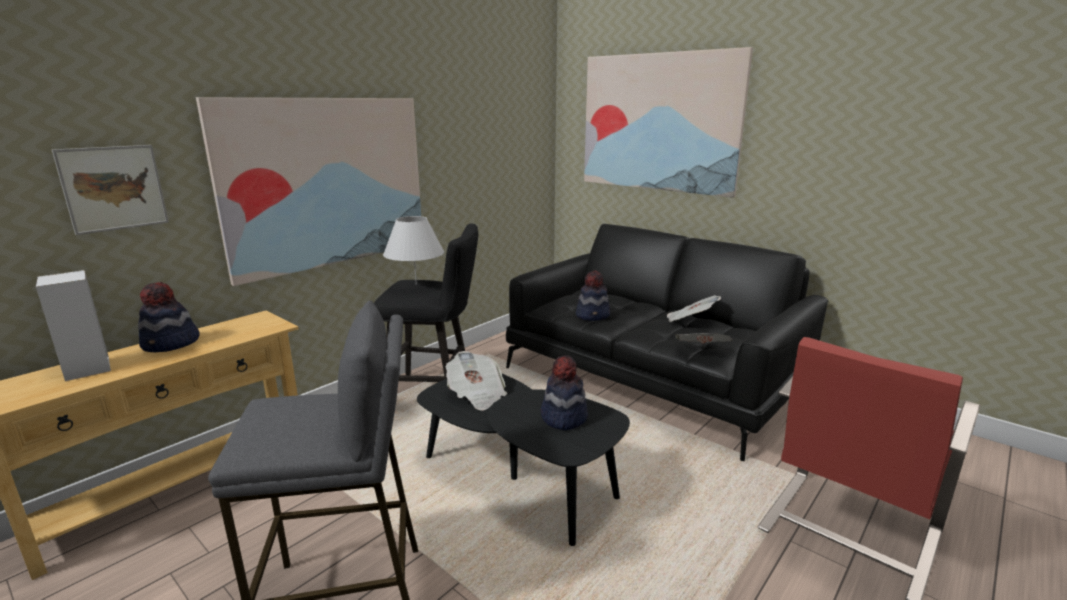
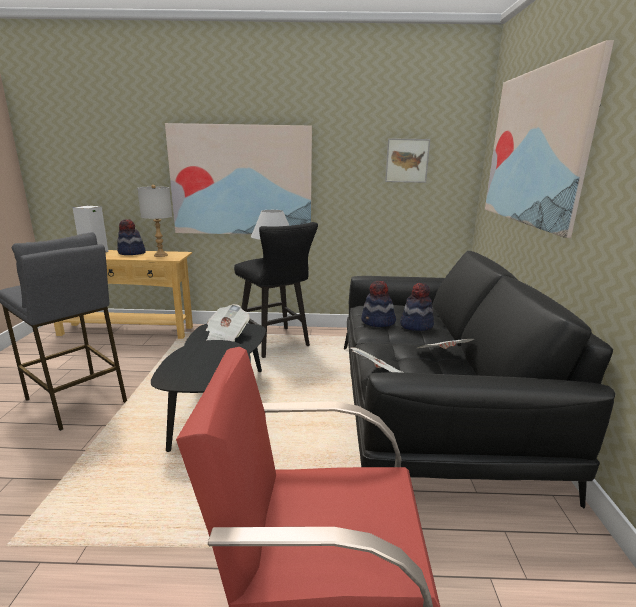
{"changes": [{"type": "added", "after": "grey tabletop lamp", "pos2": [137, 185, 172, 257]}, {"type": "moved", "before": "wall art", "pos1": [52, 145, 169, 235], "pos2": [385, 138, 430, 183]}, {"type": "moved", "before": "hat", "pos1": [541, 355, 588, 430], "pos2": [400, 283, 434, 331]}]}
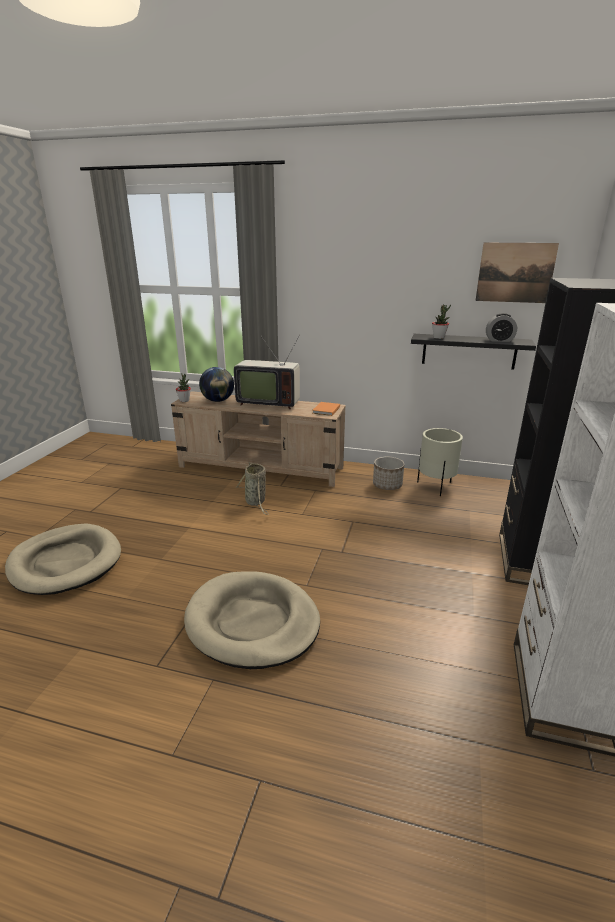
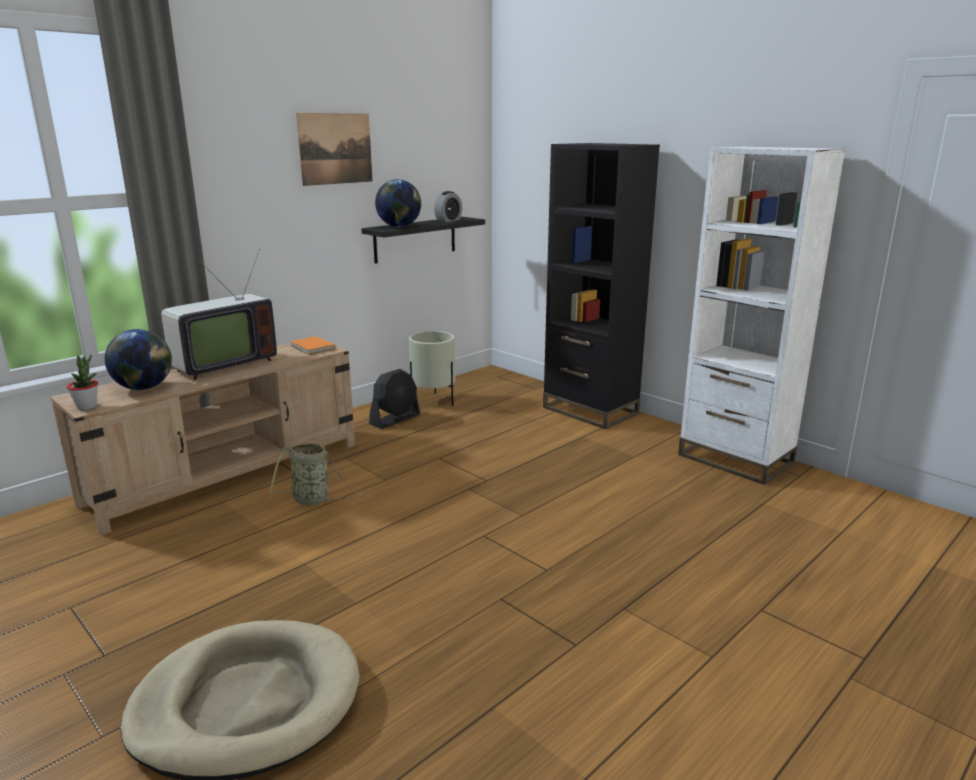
{"changes": [{"type": "removed", "before": "beige-coloured pet bed", "pos1": [184, 571, 320, 669]}, {"type": "moved", "before": "wall art", "pos1": [475, 243, 559, 303], "pos2": [296, 113, 372, 186]}, {"type": "replaced", "before": "plant pot", "after": "black-coloured cooling fan", "pos1": [373, 457, 404, 490], "pos2": [369, 369, 420, 429]}, {"type": "replaced", "before": "potted plant", "after": "world globe", "pos1": [432, 305, 451, 339], "pos2": [375, 179, 421, 227]}]}
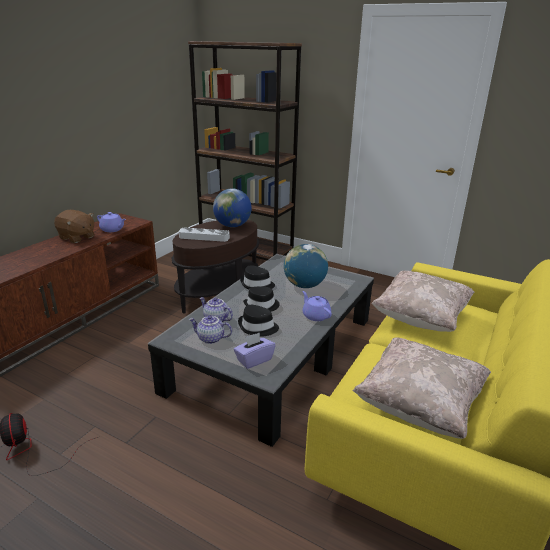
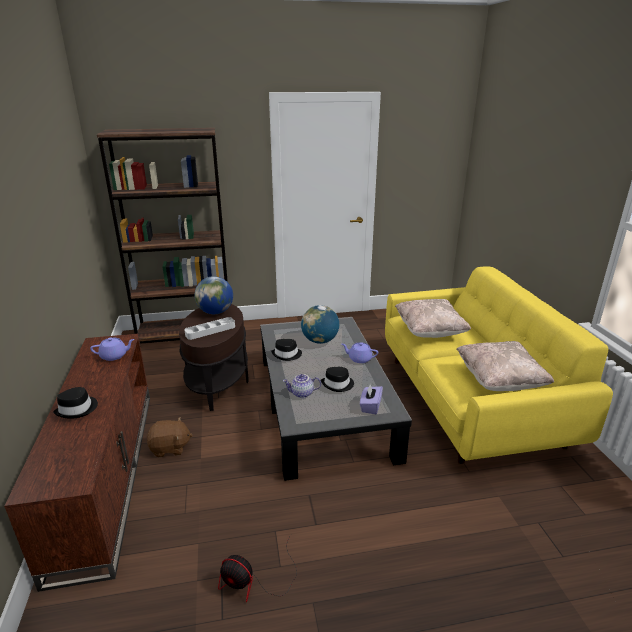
{"changes": [{"type": "removed", "before": "tea pot", "pos1": [189, 315, 232, 344]}, {"type": "moved", "before": "brown-coloured cuddly toy", "pos1": [54, 210, 95, 243], "pos2": [147, 417, 193, 457]}, {"type": "moved", "before": "black-coloured hat", "pos1": [243, 286, 280, 312], "pos2": [53, 387, 98, 419]}]}
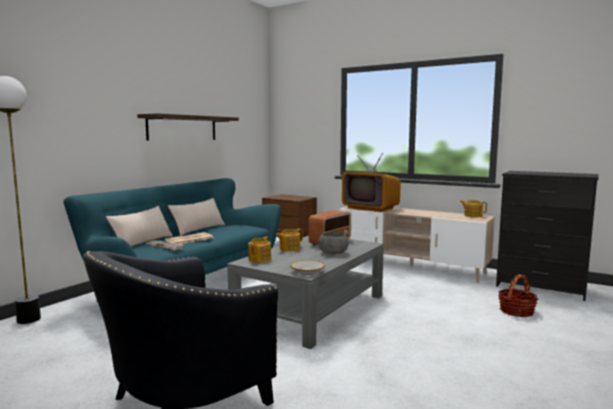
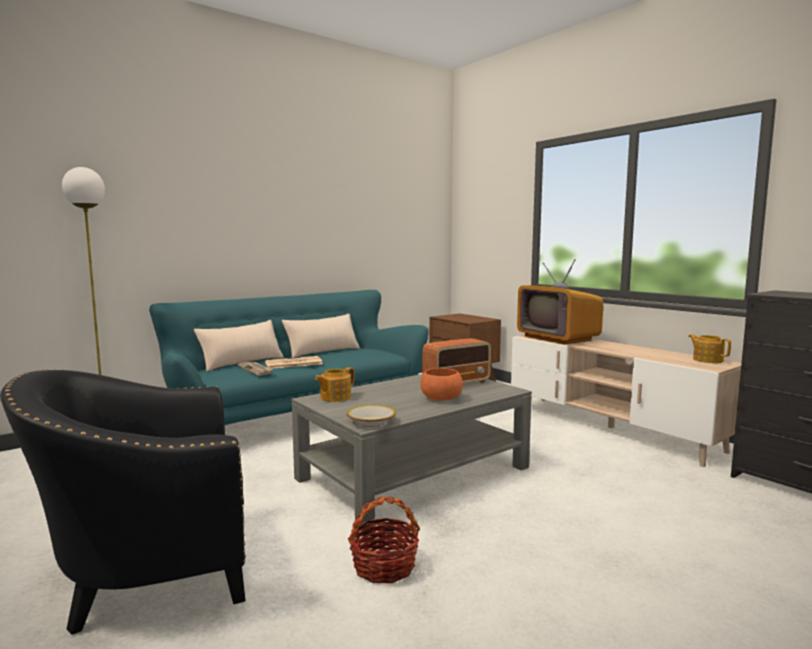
{"changes": [{"type": "removed", "before": "shelf", "pos1": [137, 113, 239, 140]}, {"type": "removed", "before": "tea pot", "pos1": [276, 229, 303, 251]}, {"type": "moved", "before": "storage basket", "pos1": [498, 274, 538, 317], "pos2": [348, 496, 420, 584]}, {"type": "recoloured", "before": "grey bowl", "after": "orange-coloured bowl", "pos1": [319, 232, 349, 255], "pos2": [421, 368, 463, 401]}]}
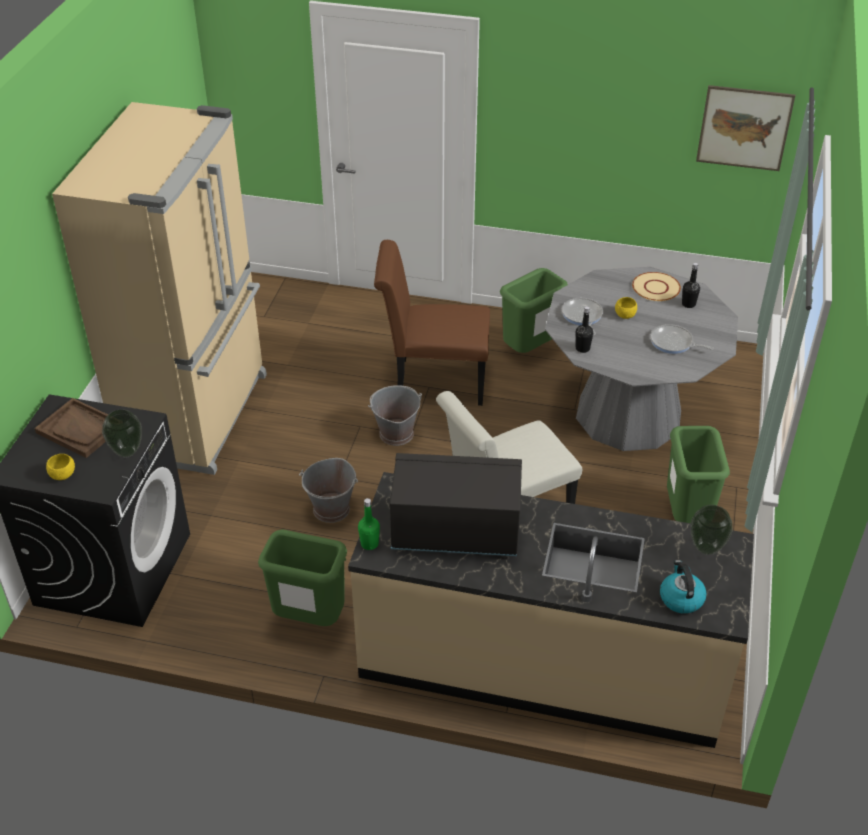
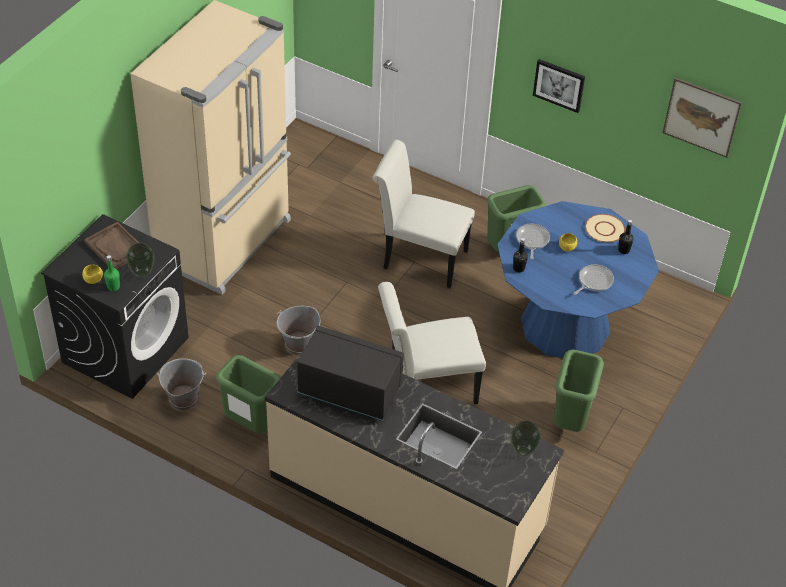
{"changes": [{"type": "removed", "before": "water kettle", "pos1": [660, 560, 707, 614]}, {"type": "added", "after": "wall art", "pos2": [533, 59, 585, 113]}, {"type": "moved", "before": "green-coloured bottle", "pos1": [358, 498, 380, 550], "pos2": [104, 255, 120, 291]}, {"type": "moved", "before": "grey water bucket", "pos1": [368, 385, 422, 446], "pos2": [157, 358, 206, 411]}, {"type": "recoloured", "before": "brown-coloured chair", "after": "white chair", "pos1": [374, 240, 490, 406], "pos2": [372, 140, 475, 288]}, {"type": "recoloured", "before": "grey kitchen table", "after": "blue-coloured kitchen table", "pos1": [545, 267, 738, 451], "pos2": [497, 201, 659, 358]}, {"type": "turned", "before": "skillet", "pos1": [650, 324, 714, 354], "pos2": [574, 264, 614, 295], "turn": 90}]}
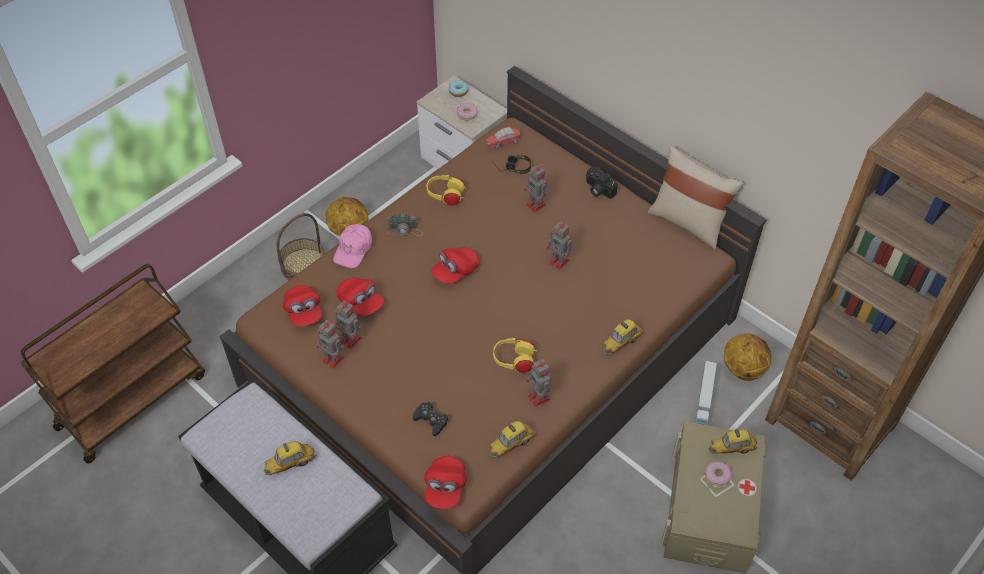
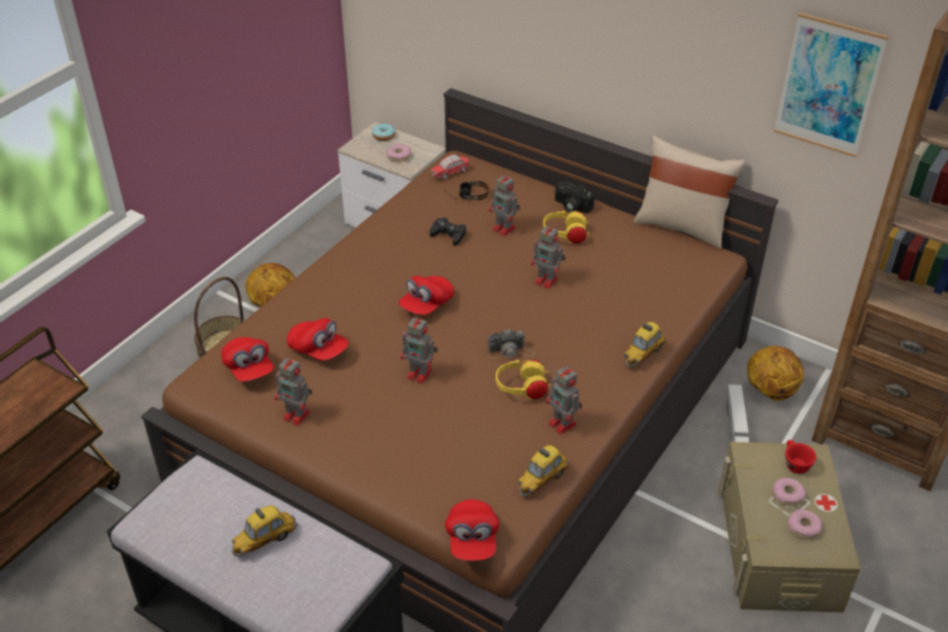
{"changes": [{"type": "removed", "before": "pinkish baseball cap", "pos1": [333, 224, 372, 268]}, {"type": "added", "after": "wall art", "pos2": [774, 12, 889, 157]}, {"type": "added", "after": "ring doughnut", "pos2": [788, 509, 822, 539]}, {"type": "moved", "before": "toy robot", "pos1": [335, 301, 363, 349], "pos2": [400, 315, 438, 384]}, {"type": "moved", "before": "still camera", "pos1": [388, 214, 423, 236], "pos2": [488, 330, 535, 359]}, {"type": "moved", "before": "black-coloured game controller", "pos1": [413, 402, 449, 436], "pos2": [430, 217, 466, 246]}, {"type": "moved", "before": "yellowish headset", "pos1": [427, 175, 466, 206], "pos2": [543, 211, 590, 244]}, {"type": "replaced", "before": "model car", "after": "red small cup", "pos1": [708, 429, 758, 454], "pos2": [785, 440, 816, 474]}]}
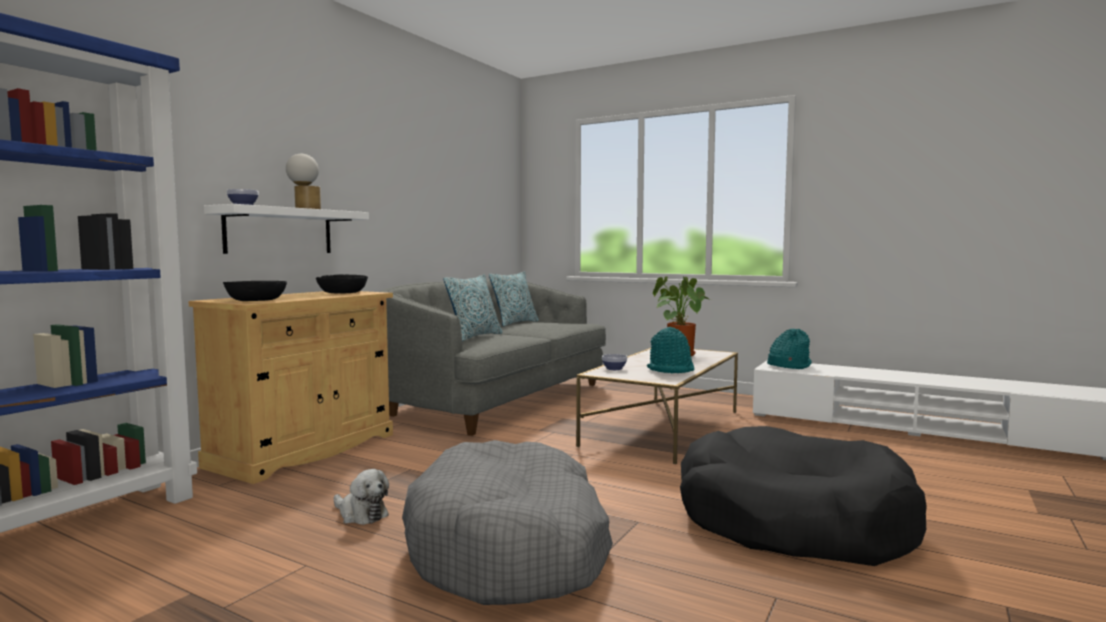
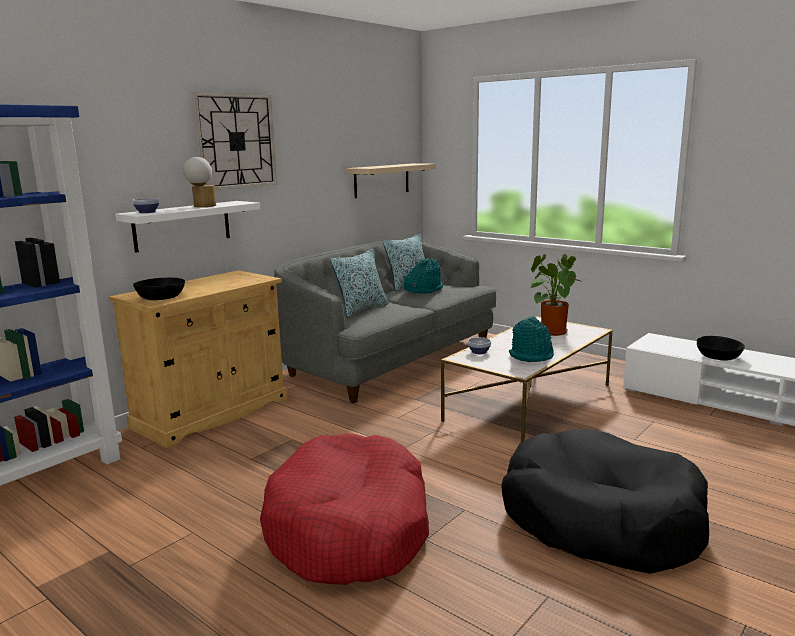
{"changes": [{"type": "removed", "before": "cuddly toy", "pos1": [334, 469, 389, 525]}, {"type": "added", "after": "clock on the wall", "pos2": [192, 92, 277, 190]}, {"type": "added", "after": "beige-coloured shelf", "pos2": [346, 163, 436, 198]}, {"type": "moved", "before": "black-coloured bowl", "pos1": [316, 275, 368, 294], "pos2": [697, 336, 745, 360]}, {"type": "moved", "before": "turquoise-coloured hat", "pos1": [767, 329, 811, 369], "pos2": [404, 259, 443, 294]}, {"type": "recoloured", "before": "grey pet bed", "after": "red pet bed", "pos1": [402, 440, 613, 605], "pos2": [260, 433, 429, 585]}]}
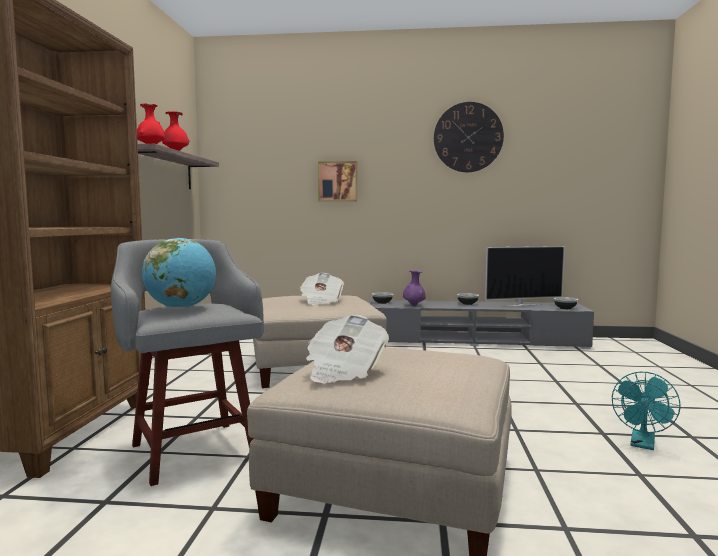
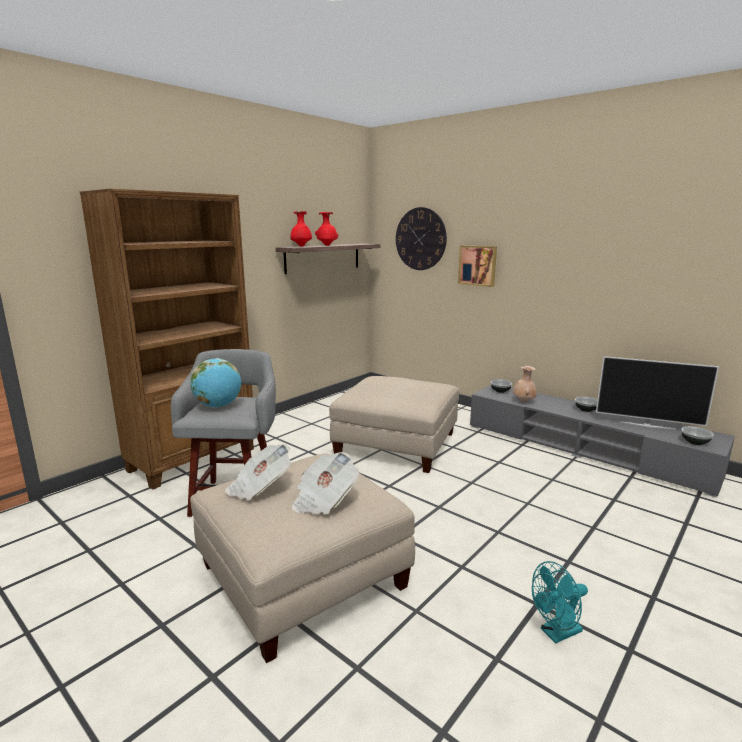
{"changes": [{"type": "moved", "before": "daily paper", "pos1": [300, 273, 344, 305], "pos2": [291, 452, 359, 515]}, {"type": "moved", "before": "clock on the wall", "pos1": [434, 102, 504, 172], "pos2": [396, 207, 447, 270]}, {"type": "recoloured", "before": "purple decorative vase", "after": "beige-coloured decorative vase", "pos1": [403, 270, 426, 306], "pos2": [513, 366, 537, 402]}]}
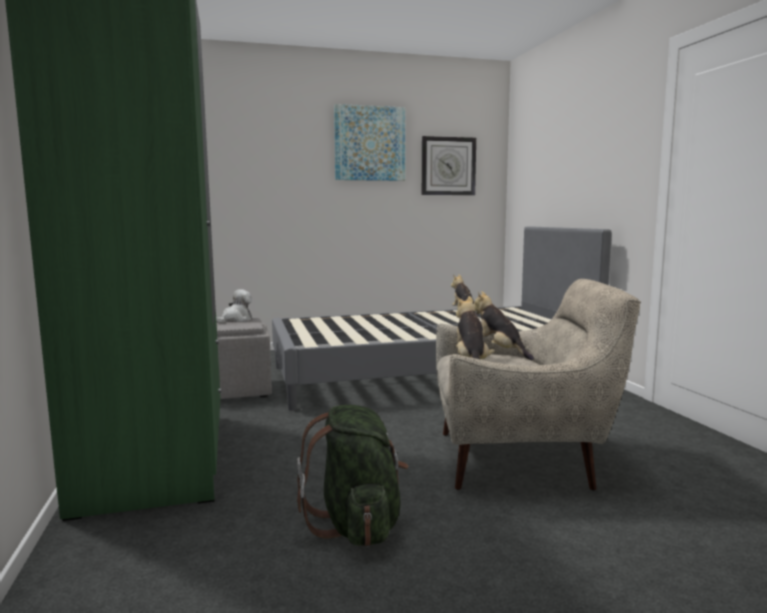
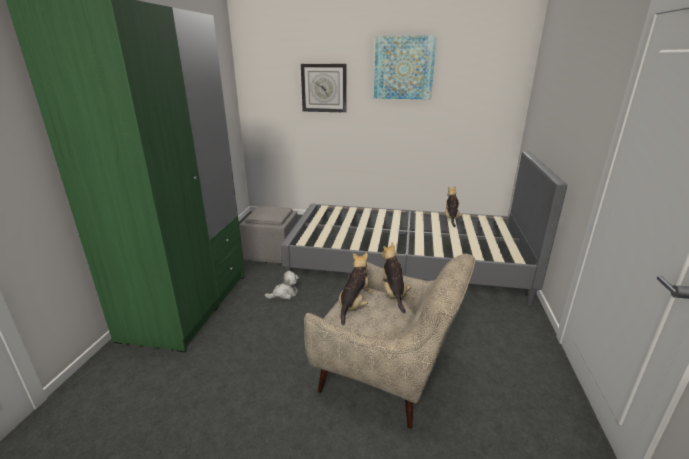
{"changes": [{"type": "removed", "before": "green-coloured backpack", "pos1": [297, 405, 408, 546]}, {"type": "moved", "before": "cuddly toy", "pos1": [216, 289, 252, 323], "pos2": [264, 271, 299, 299]}, {"type": "moved", "before": "clock on the wall", "pos1": [422, 136, 476, 195], "pos2": [301, 64, 346, 113]}]}
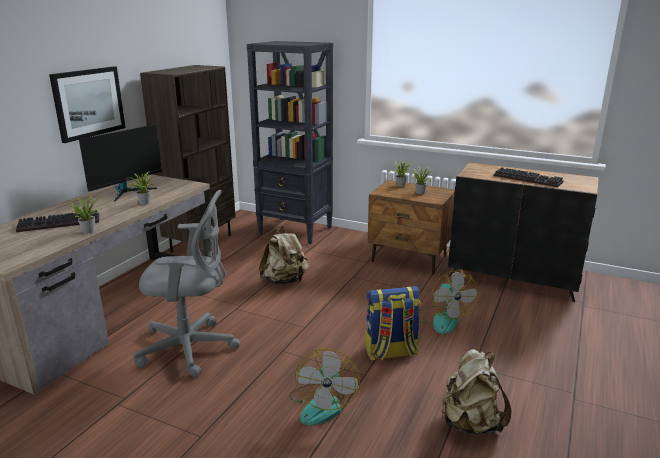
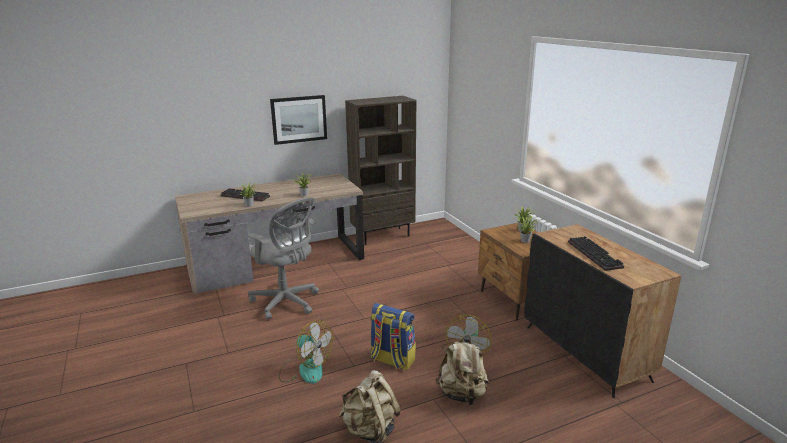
{"changes": [{"type": "removed", "before": "monitor", "pos1": [79, 124, 162, 202]}, {"type": "removed", "before": "black-coloured bookcase", "pos1": [247, 41, 333, 244]}, {"type": "moved", "before": "beige-coloured backpack", "pos1": [259, 226, 309, 284], "pos2": [435, 335, 489, 405]}, {"type": "turned", "before": "cooling fan", "pos1": [289, 348, 360, 425], "pos2": [279, 320, 333, 384], "turn": -105}]}
